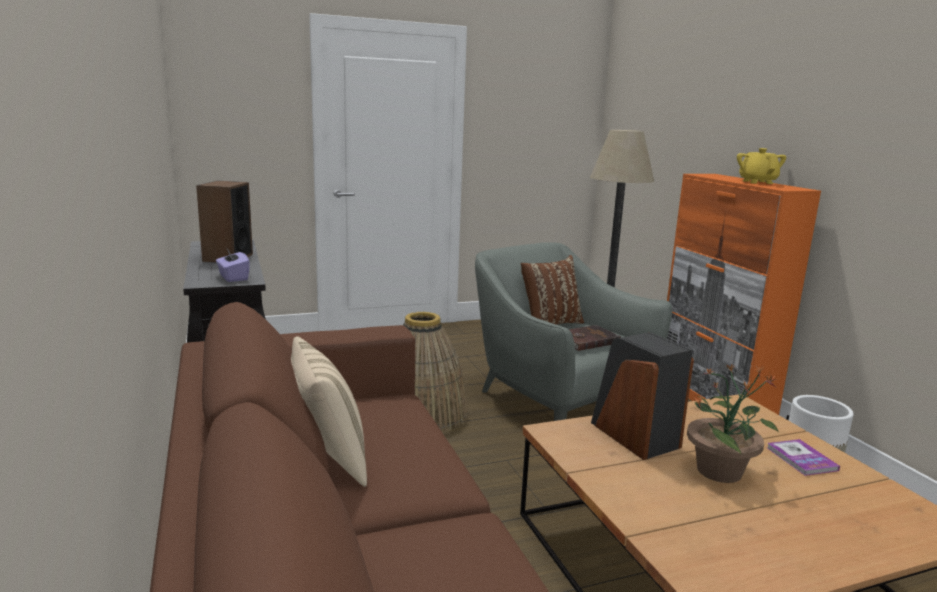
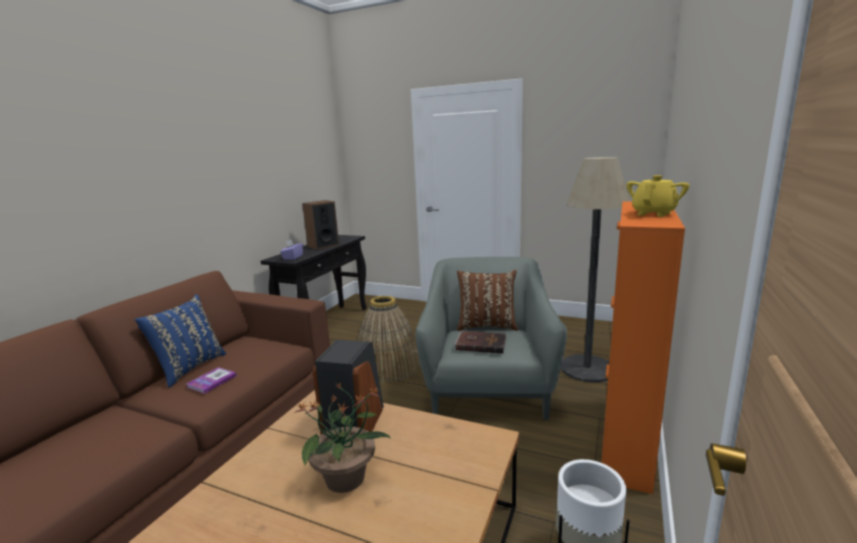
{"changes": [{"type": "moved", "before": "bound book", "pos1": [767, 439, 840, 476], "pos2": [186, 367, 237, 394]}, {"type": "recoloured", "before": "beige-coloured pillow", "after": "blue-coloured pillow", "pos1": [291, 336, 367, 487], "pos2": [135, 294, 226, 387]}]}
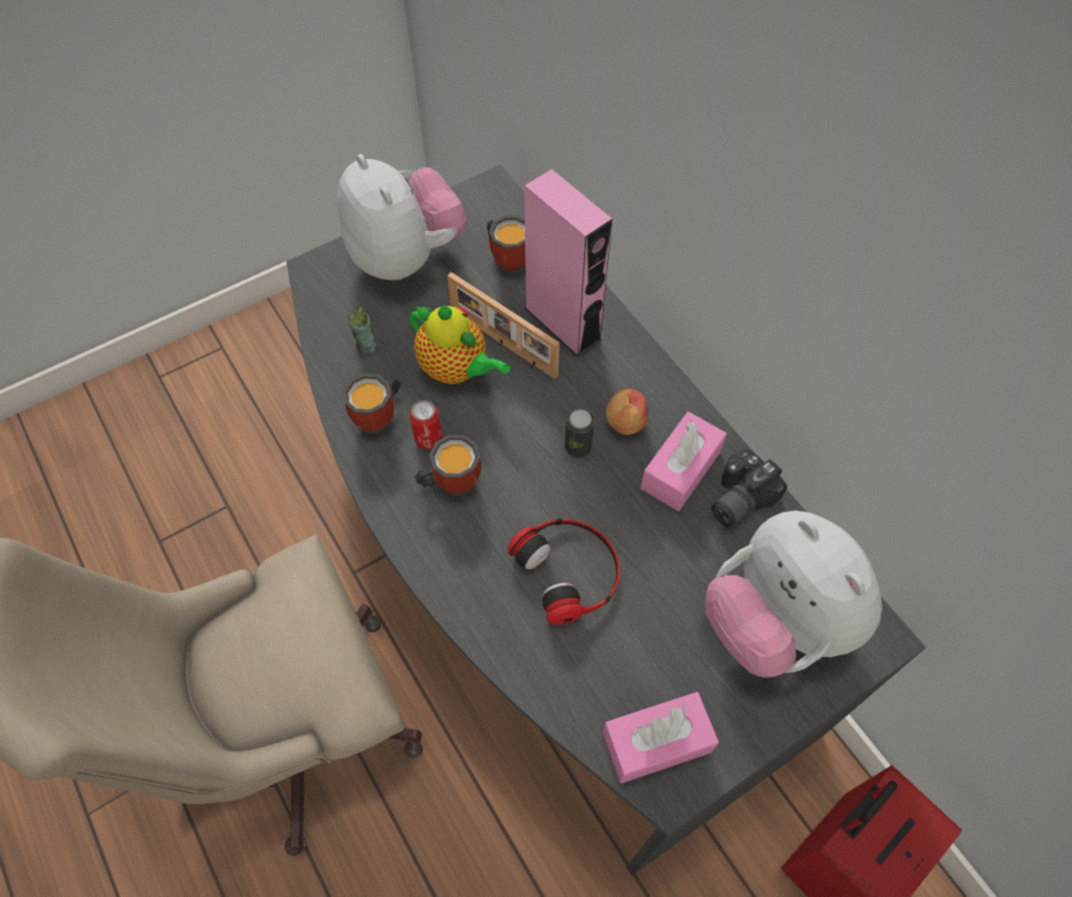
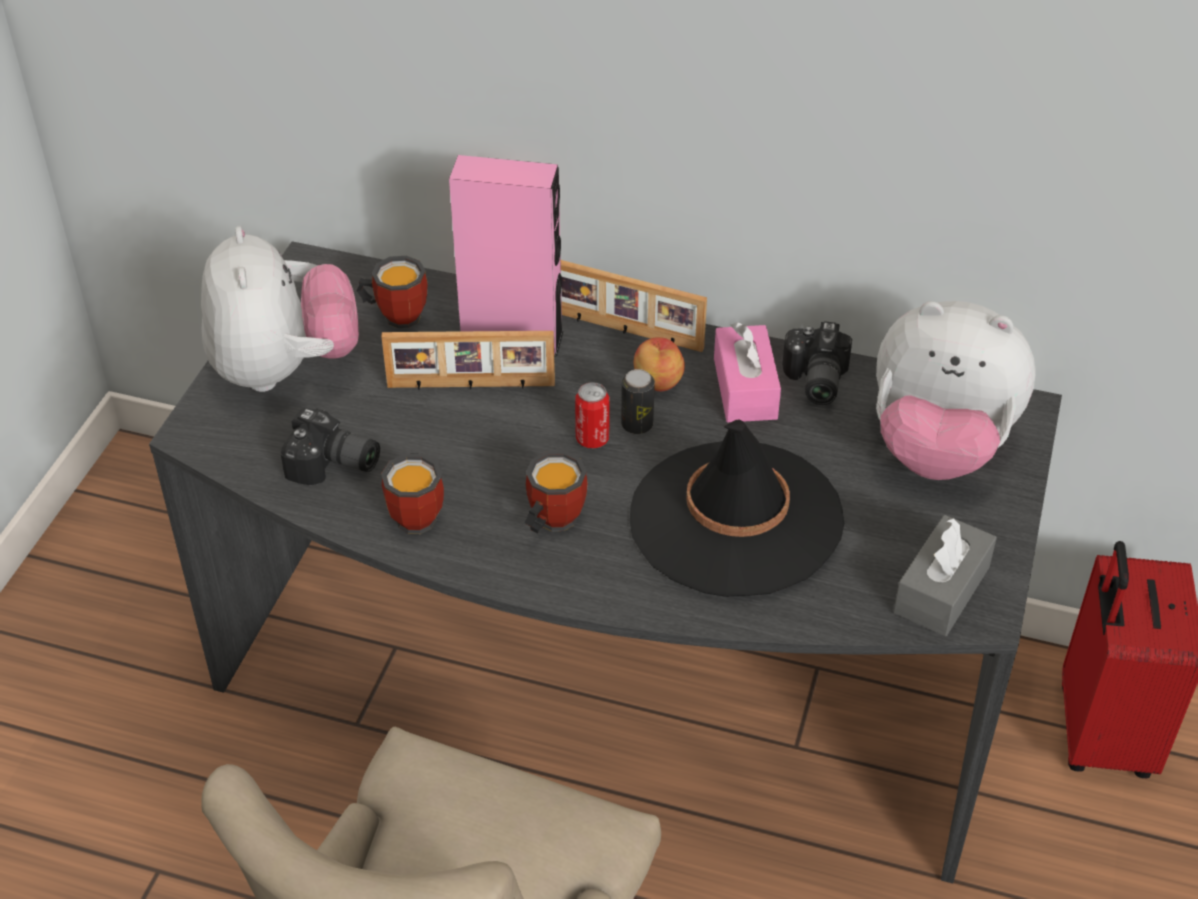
{"changes": [{"type": "removed", "before": "tea pot", "pos1": [410, 305, 510, 384]}, {"type": "added", "after": "standing frame", "pos2": [561, 260, 707, 352]}, {"type": "moved", "before": "can", "pos1": [409, 400, 443, 449], "pos2": [575, 382, 610, 448]}, {"type": "replaced", "before": "small cup", "after": "still camera", "pos1": [348, 307, 376, 355], "pos2": [281, 409, 380, 485]}, {"type": "replaced", "before": "headset", "after": "black-coloured hat", "pos1": [508, 518, 620, 625], "pos2": [630, 420, 844, 597]}, {"type": "recoloured", "before": "pinkish box of tissues", "after": "grey box of tissues", "pos1": [603, 692, 719, 784], "pos2": [893, 515, 997, 636]}, {"type": "turned", "before": "cuddly toy", "pos1": [337, 154, 467, 280], "pos2": [201, 226, 359, 392], "turn": 60}]}
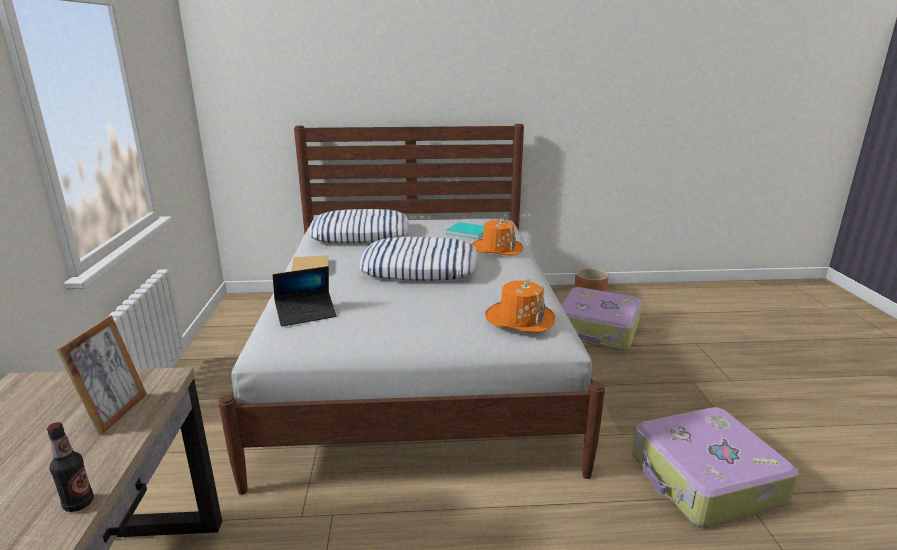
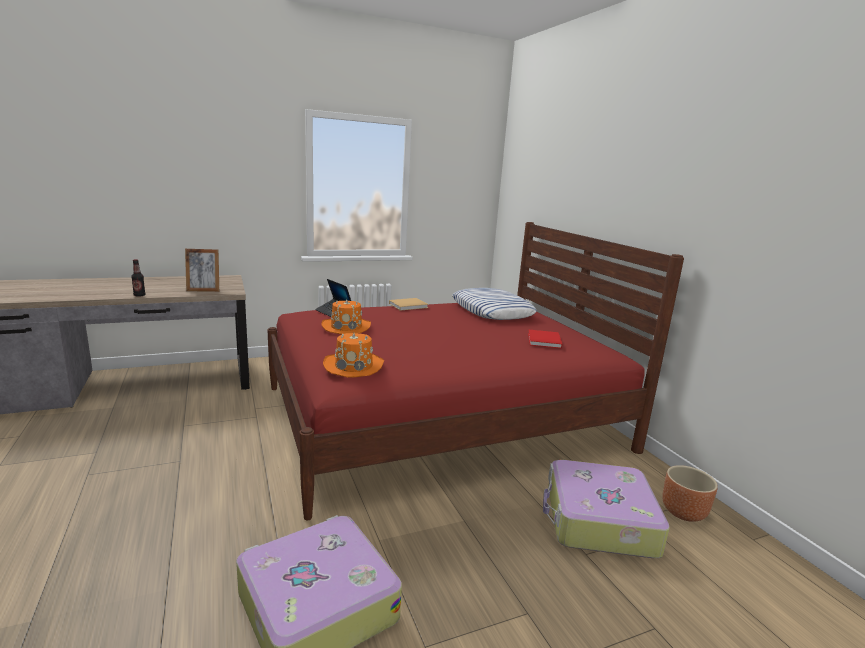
{"changes": [{"type": "removed", "before": "pillow", "pos1": [360, 237, 477, 281]}, {"type": "moved", "before": "orange-coloured hat", "pos1": [472, 218, 523, 256], "pos2": [321, 299, 371, 334]}, {"type": "recoloured", "before": "white sleeping bed", "after": "red sleeping bed", "pos1": [219, 124, 605, 495], "pos2": [268, 222, 684, 520]}, {"type": "recoloured", "before": "turquoise-coloured bound book", "after": "red bound book", "pos1": [446, 222, 484, 239], "pos2": [528, 330, 562, 349]}]}
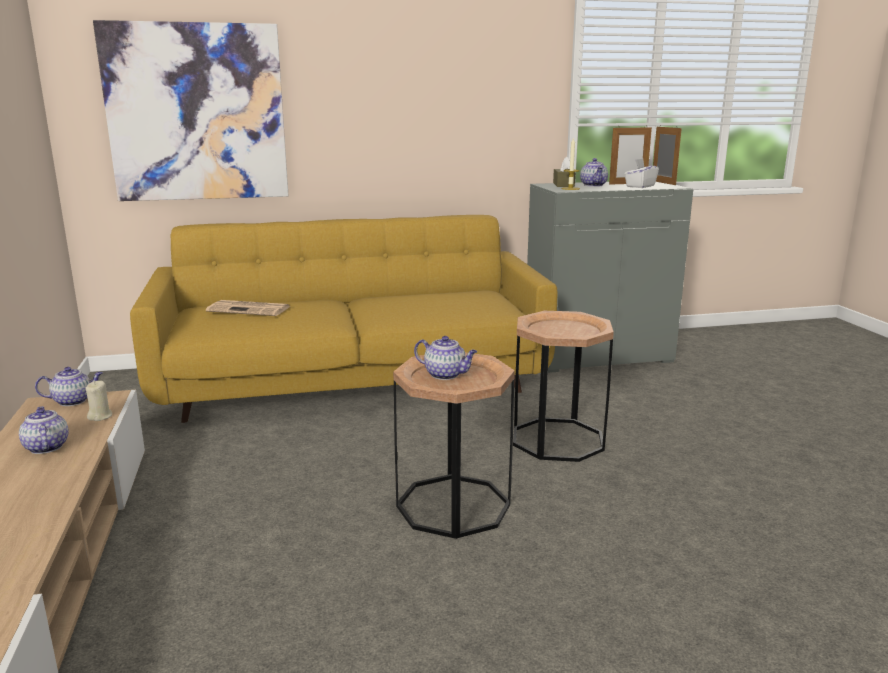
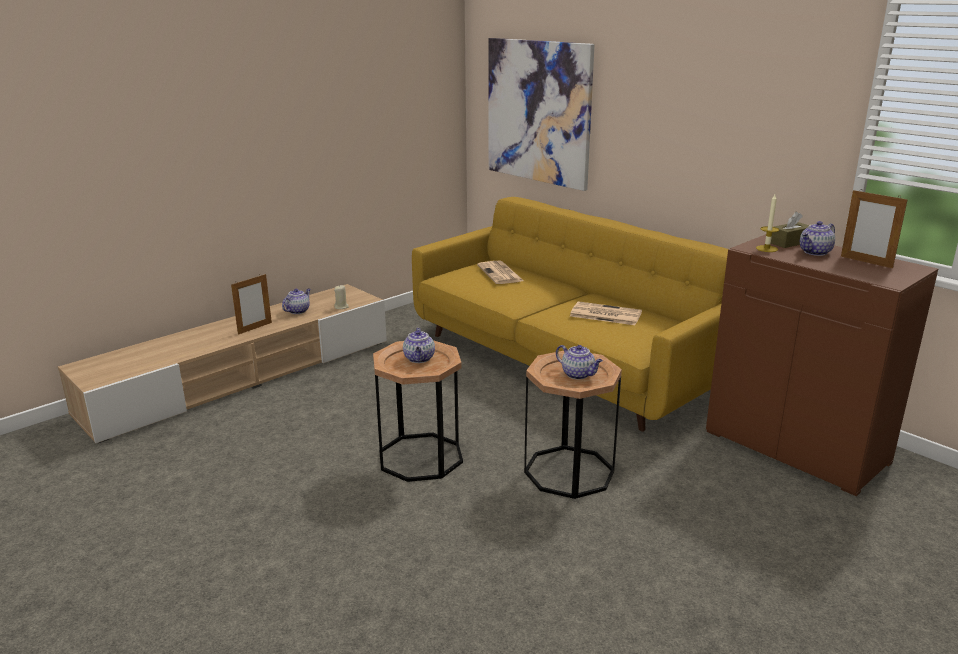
{"changes": [{"type": "removed", "before": "white box of tissues", "pos1": [624, 158, 659, 188]}, {"type": "added", "after": "daily paper", "pos2": [570, 301, 642, 325]}, {"type": "moved", "before": "tea pot", "pos1": [35, 367, 103, 406], "pos2": [556, 345, 603, 380]}, {"type": "moved", "before": "standing frame", "pos1": [653, 125, 682, 185], "pos2": [231, 274, 272, 335]}, {"type": "recoloured", "before": "grey cabinet", "after": "brown-coloured cabinet", "pos1": [527, 182, 693, 373], "pos2": [706, 234, 938, 496]}]}
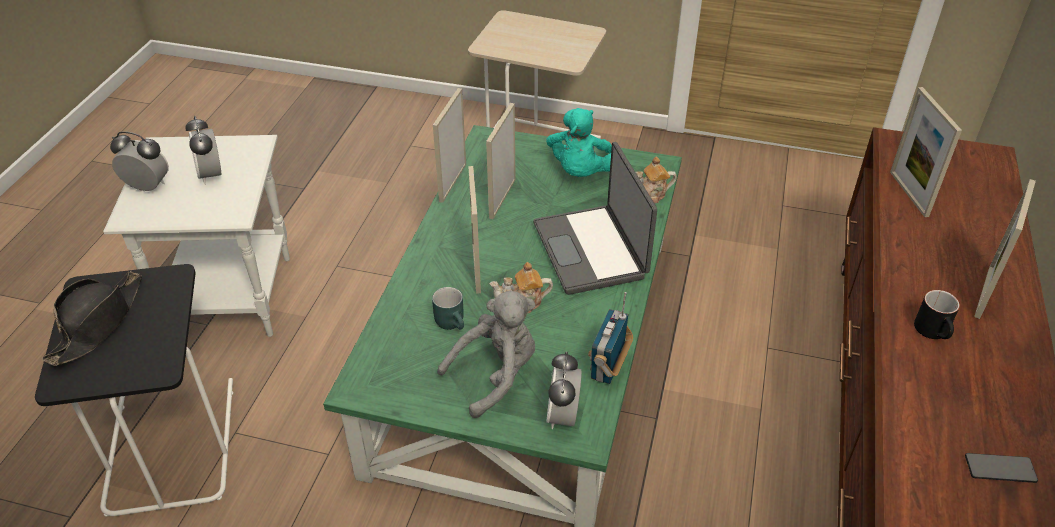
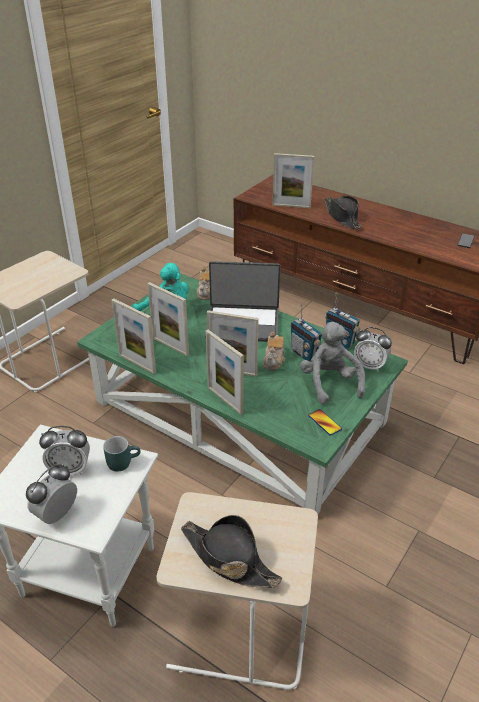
{"changes": [{"type": "removed", "before": "black-coloured mug", "pos1": [914, 290, 960, 339]}, {"type": "added", "after": "radio", "pos2": [291, 304, 322, 361]}, {"type": "added", "after": "telephone", "pos2": [308, 409, 342, 436]}, {"type": "added", "after": "black-coloured hat", "pos2": [325, 195, 362, 229]}, {"type": "moved", "before": "turquoise-coloured mug", "pos1": [432, 287, 464, 330], "pos2": [103, 436, 141, 472]}, {"type": "moved", "before": "standing frame", "pos1": [974, 179, 1036, 319], "pos2": [206, 330, 244, 415]}, {"type": "recoloured", "before": "black-coloured side table", "after": "beige-coloured side table", "pos1": [35, 264, 233, 517], "pos2": [157, 492, 318, 690]}]}
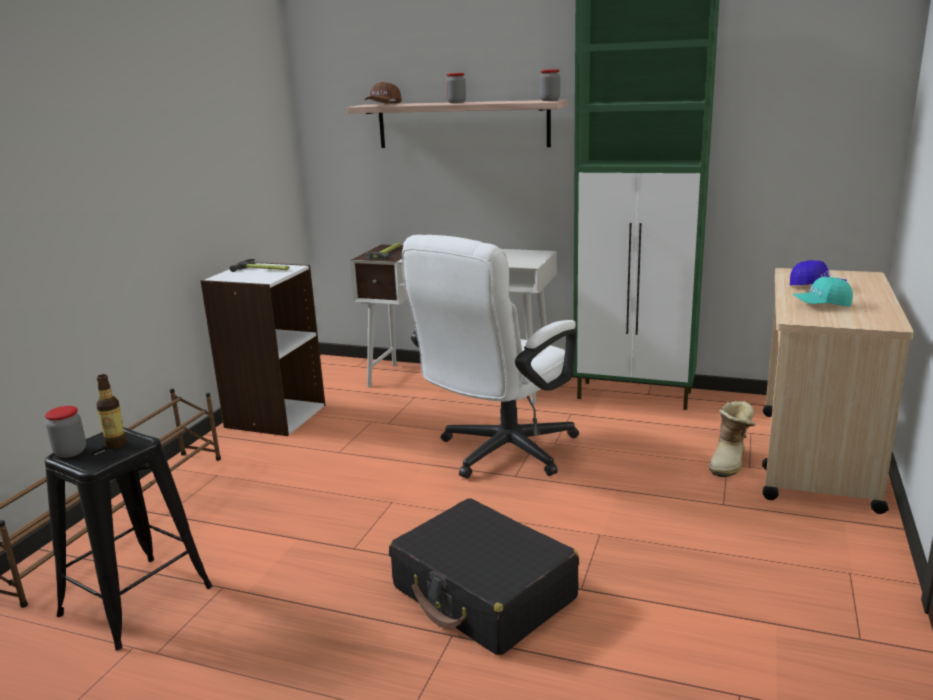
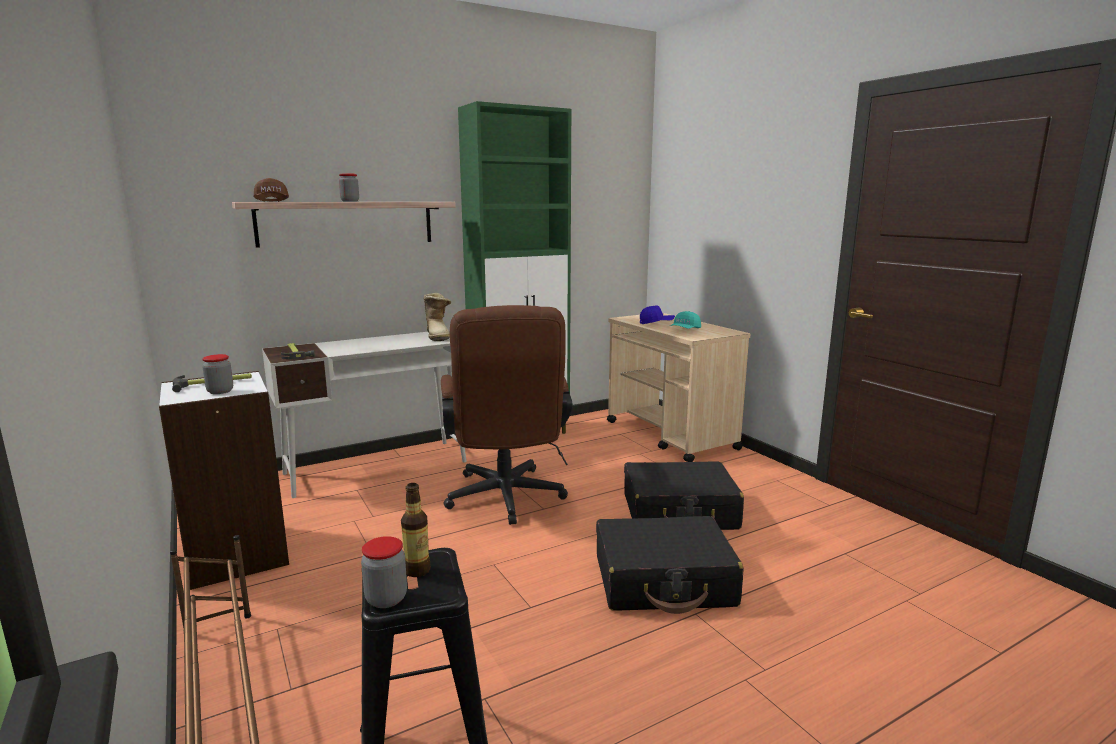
{"changes": [{"type": "added", "after": "black-coloured piece of luggage", "pos2": [624, 462, 744, 530]}, {"type": "moved", "before": "preserve jar", "pos1": [540, 69, 560, 101], "pos2": [202, 354, 233, 394]}, {"type": "moved", "before": "high-top boot", "pos1": [709, 401, 756, 477], "pos2": [424, 293, 451, 341]}, {"type": "recoloured", "before": "white office chair", "after": "brown-coloured office chair", "pos1": [402, 235, 579, 478], "pos2": [441, 305, 572, 525]}]}
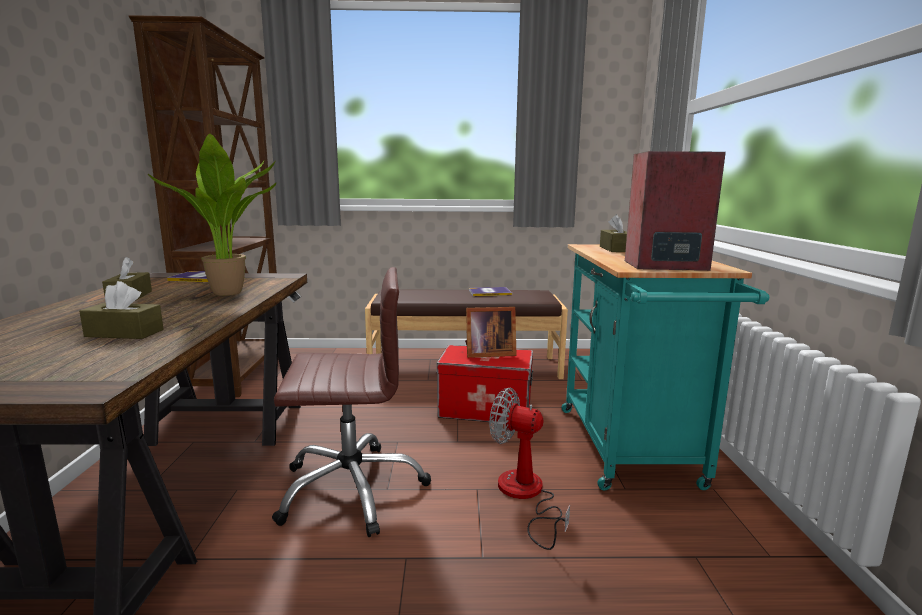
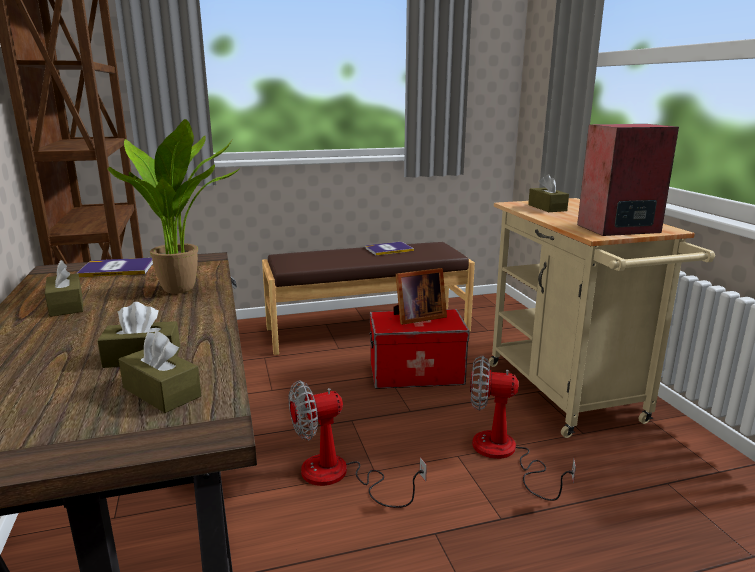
{"changes": [{"type": "added", "after": "brown-coloured box of tissues", "pos2": [119, 331, 201, 413]}, {"type": "replaced", "before": "brown-coloured office chair", "after": "cooling fan", "pos1": [272, 267, 431, 537], "pos2": [289, 380, 427, 508]}, {"type": "recoloured", "before": "turquoise-coloured cart", "after": "beige-coloured cart", "pos1": [561, 244, 769, 491], "pos2": [488, 198, 715, 438]}]}
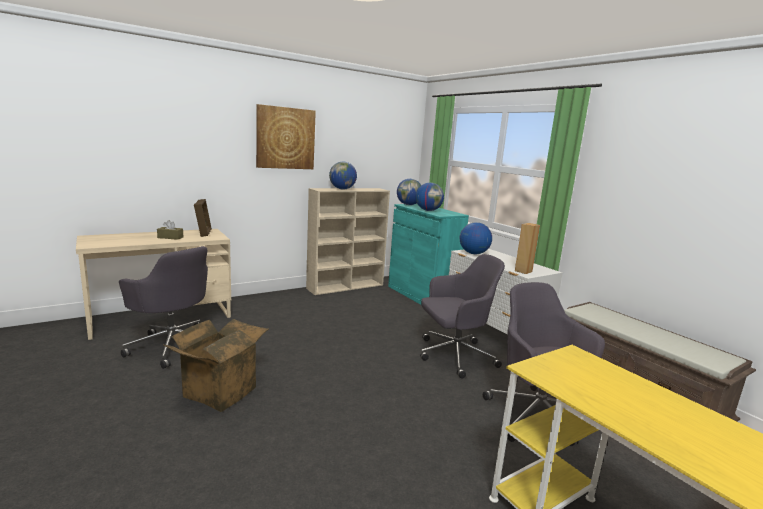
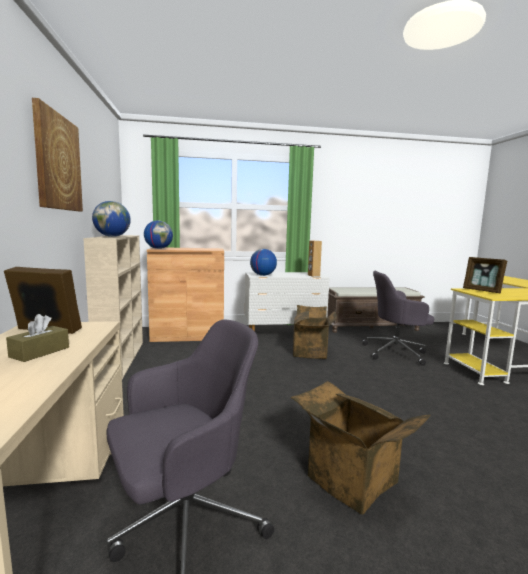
{"changes": [{"type": "removed", "before": "world globe", "pos1": [416, 183, 444, 211]}, {"type": "added", "after": "standing frame", "pos2": [463, 257, 507, 293]}, {"type": "replaced", "before": "grey office chair", "after": "carton", "pos1": [420, 254, 505, 378], "pos2": [293, 305, 337, 359]}, {"type": "recoloured", "before": "turquoise-coloured cabinet", "after": "brown-coloured cabinet", "pos1": [388, 204, 469, 305], "pos2": [147, 247, 224, 342]}]}
